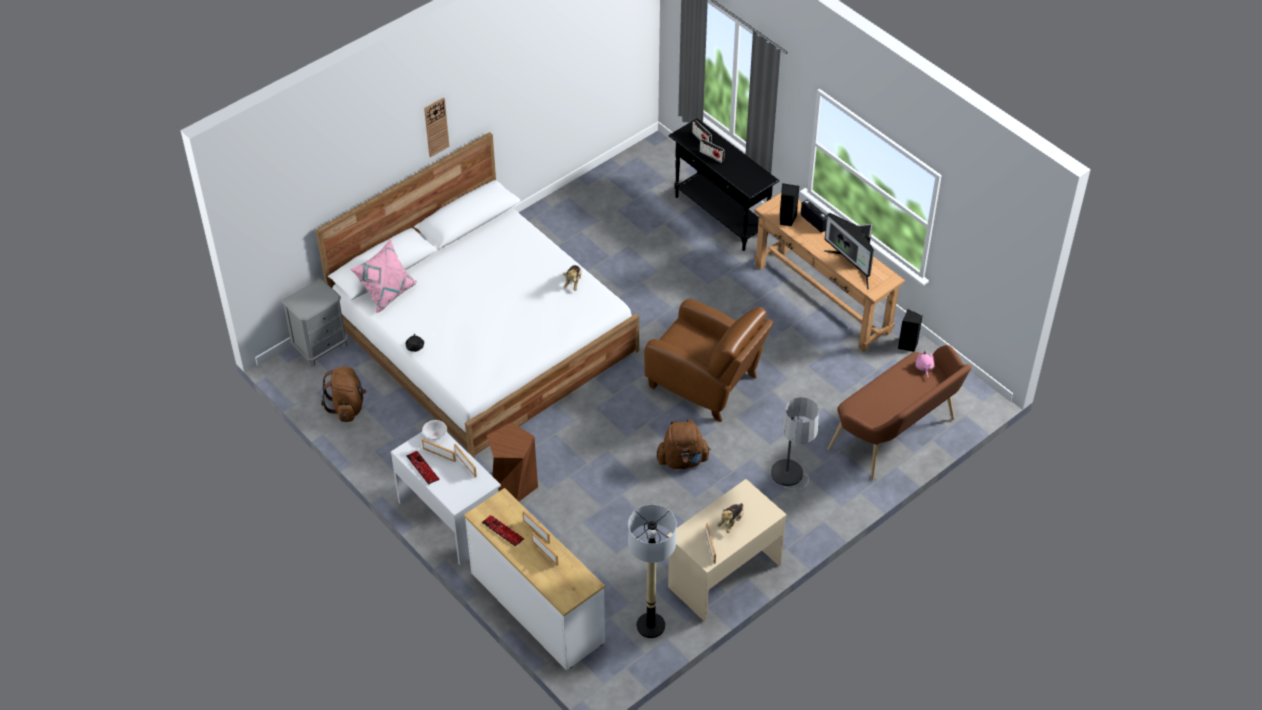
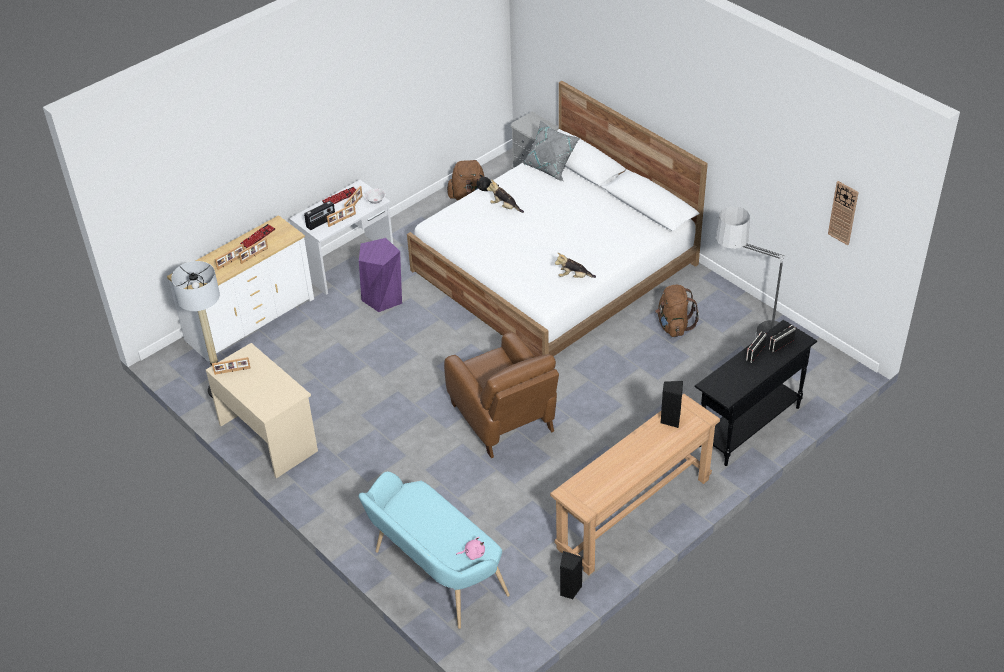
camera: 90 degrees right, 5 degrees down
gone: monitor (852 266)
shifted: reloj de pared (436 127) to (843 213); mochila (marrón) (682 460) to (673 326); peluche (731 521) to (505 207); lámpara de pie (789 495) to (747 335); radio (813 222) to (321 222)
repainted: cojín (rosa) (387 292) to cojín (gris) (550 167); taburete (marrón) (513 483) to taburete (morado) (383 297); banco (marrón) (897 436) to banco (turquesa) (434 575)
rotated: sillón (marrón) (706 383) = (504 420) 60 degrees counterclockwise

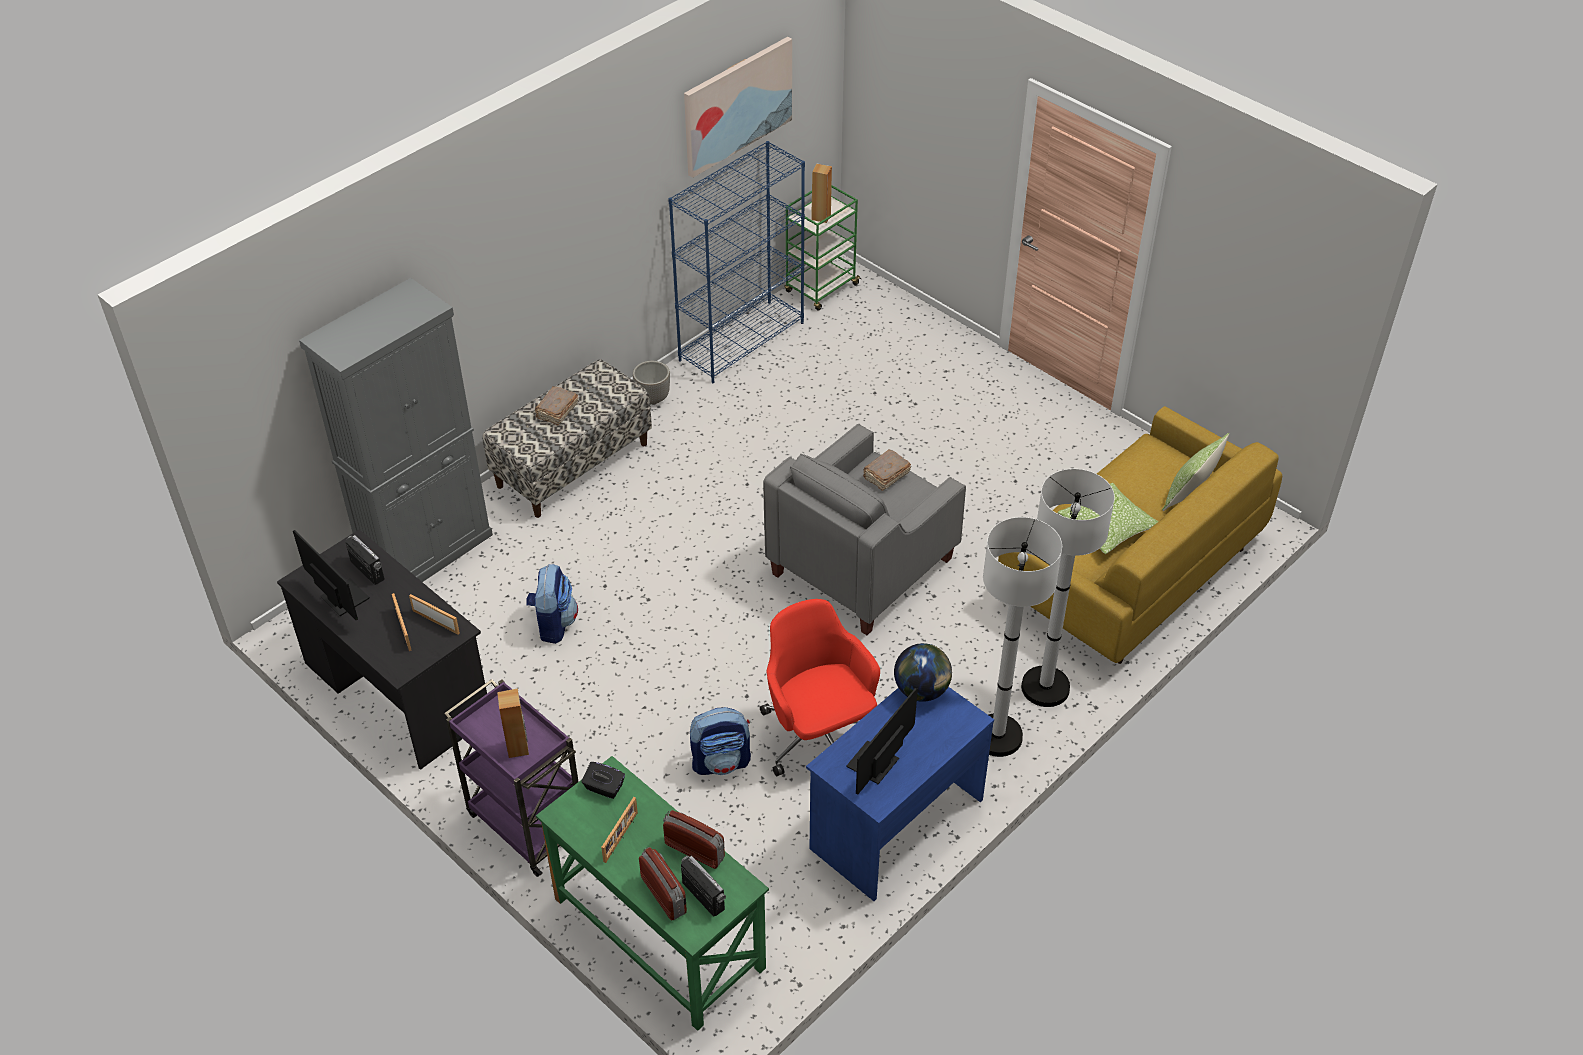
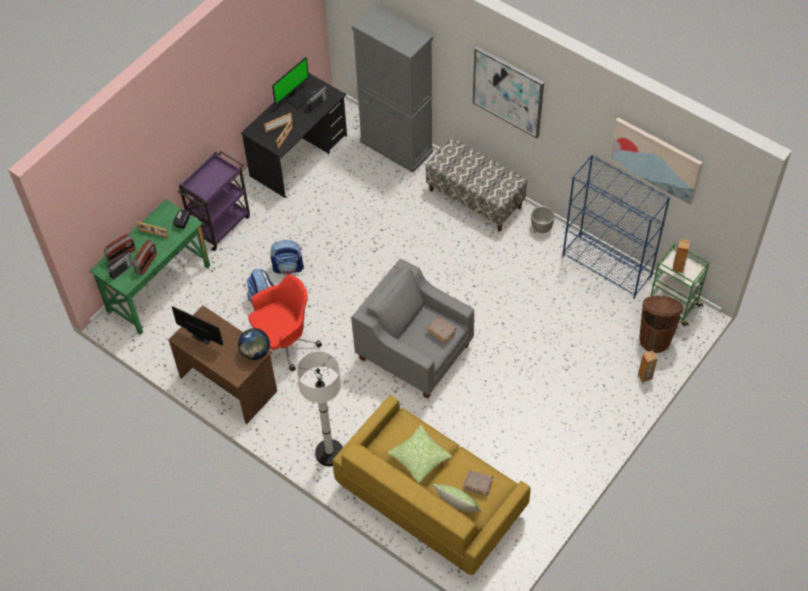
camera: 85 degrees right, 10 degrees up
gone: lámpara de pie (blanco) (997 736)
new: cuadro (508 91); papelera (marrón) (654 338)
shifted: altavoz (marrón) (518 747) to (645 377); mochila (553 623) to (288 267); libro (marrón) (557 411) to (477 485)
repainted: escritorio (azul) (894 823) to escritorio (marrón) (229 383)

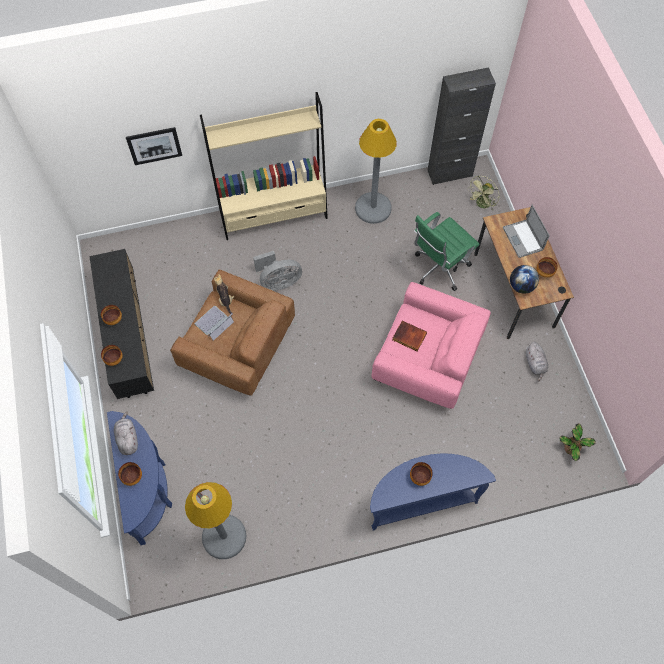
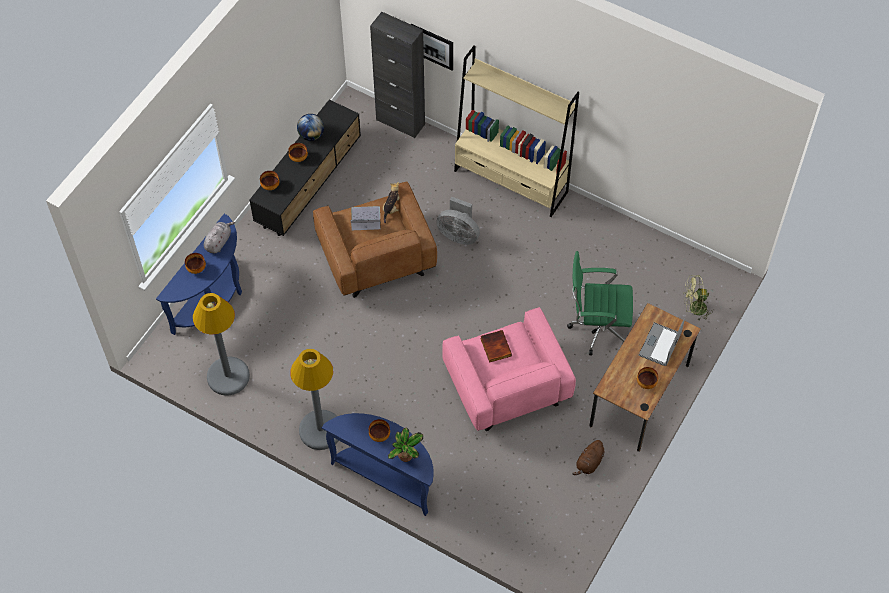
camera: 45 degrees right, 5 degrees down
shifted: lámpara de pie (gris) (373 208) to (320 430); armario (negro) (450 173) to (400 122); globo terráqueo (521 286) to (311 135); planta en maceta (571 449) to (406 457)
repainted: peluche (gris) (535 364) to peluche (marrón) (589 463)

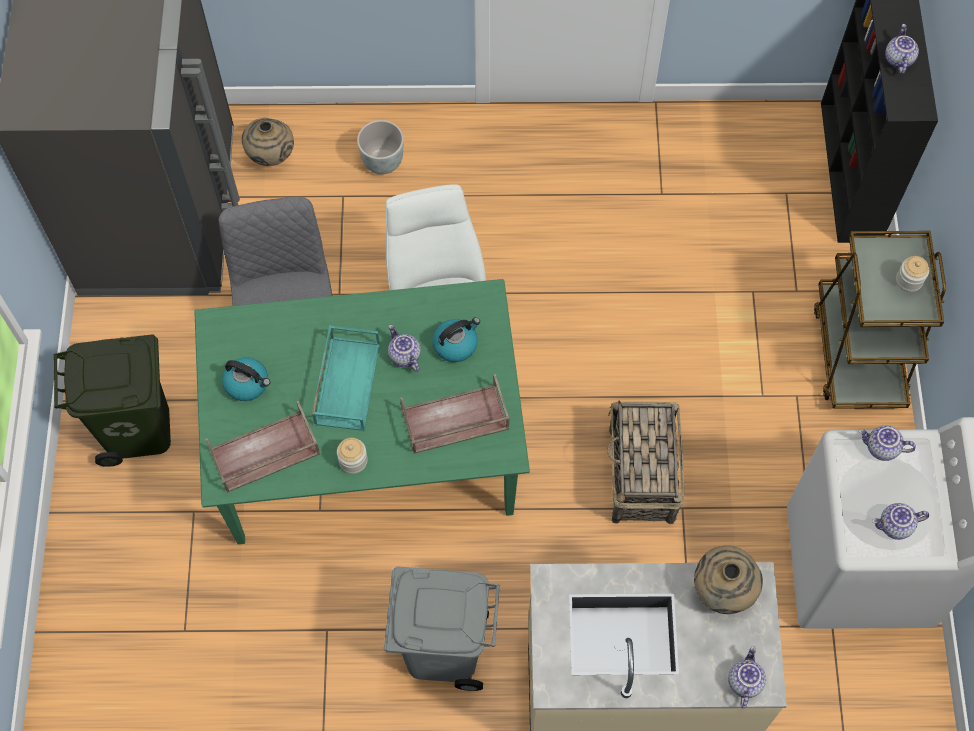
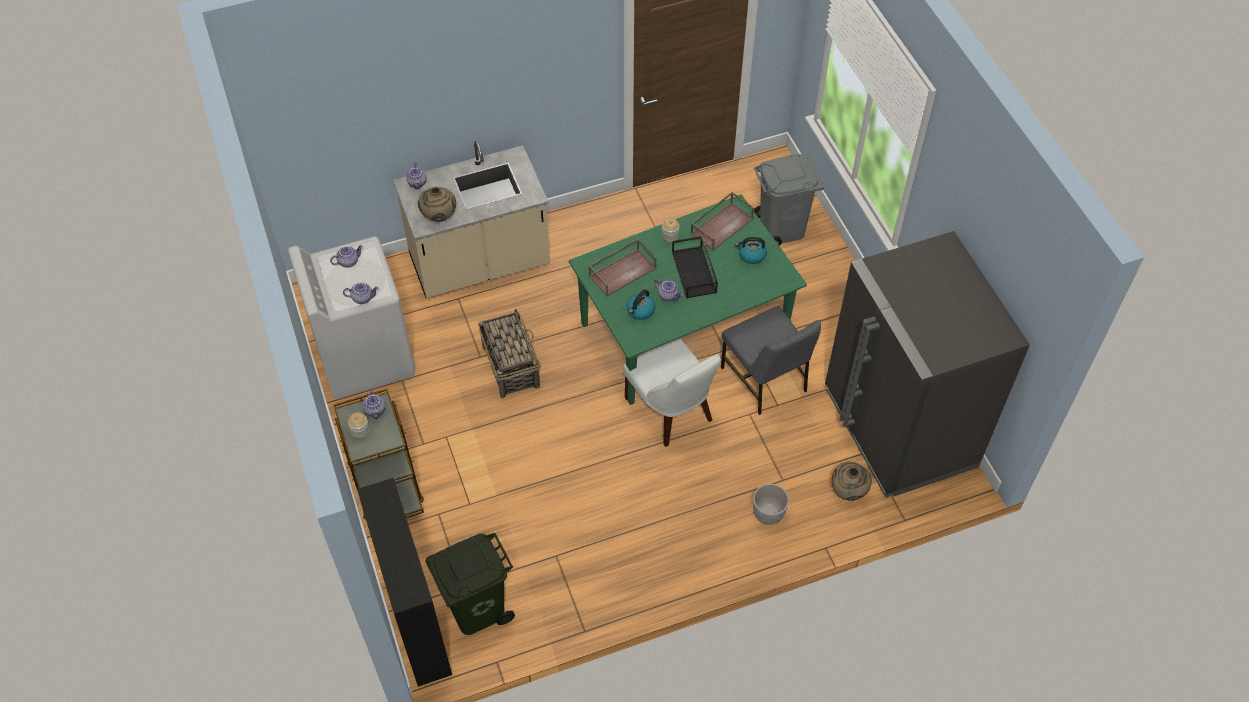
camera: 160 degrees right, 10 degrees down
shifted: papelera (verde) (138 430) to (476 608); papelera (gris) (443 648) to (782 229); tetera (898 59) to (376 410)
repainted: bandeja (turquesa) (346 382) to bandeja (negro) (695 272)

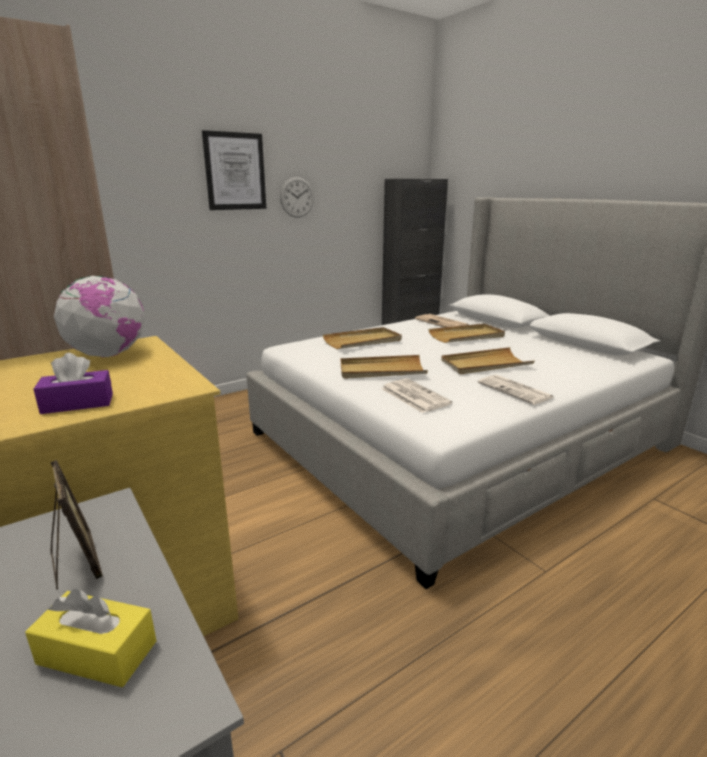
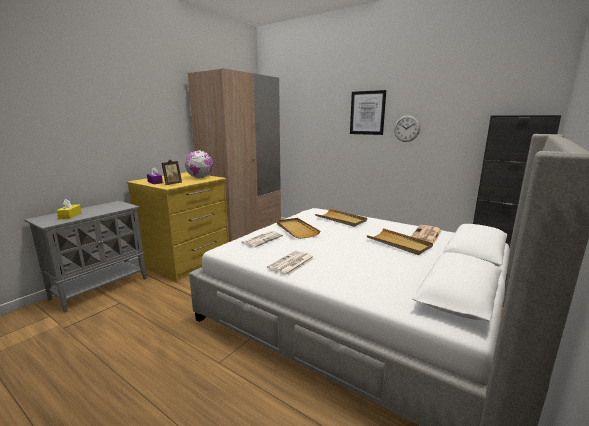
camera: 70 degrees right, 5 degrees down
gone: bandeja (beis) (485 364)
shifted: portarretratos (76 565) to (172 184)

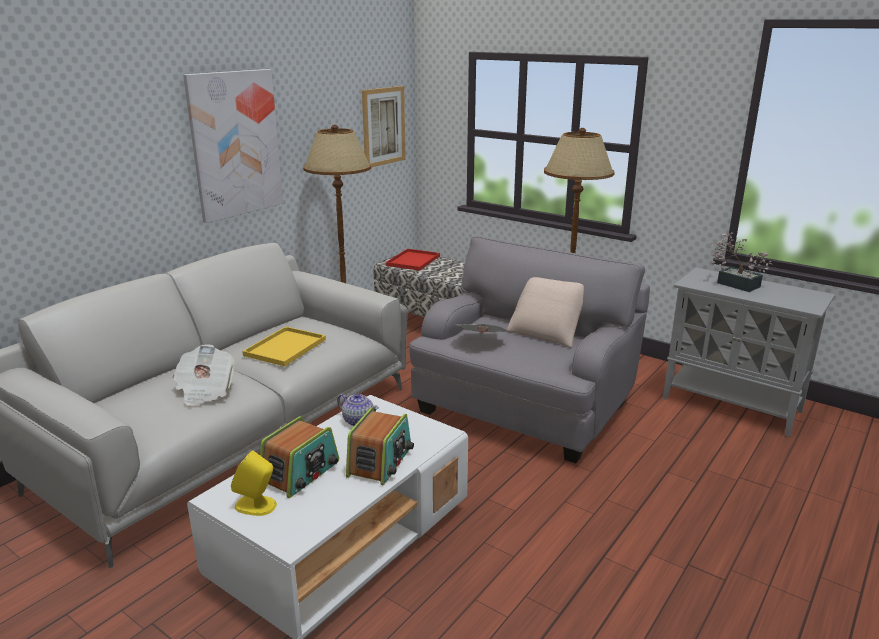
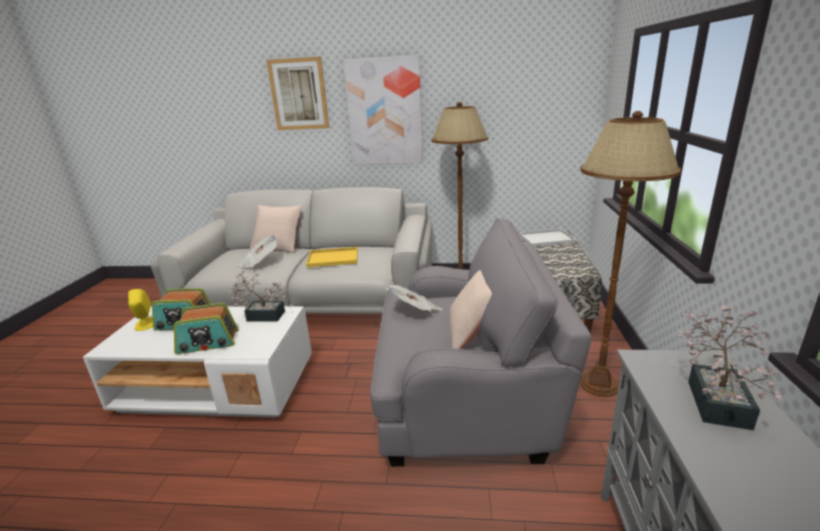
camera: 60 degrees right, 0 degrees up
new: cojín (beis) (278 247)
shifted: cuadro (383 126) to (298 94)
swapped: tetera (358 420) to planta en maceta (262 315)
repainted: bandeja (rojo) (413 260) to bandeja (blanco) (547 238)

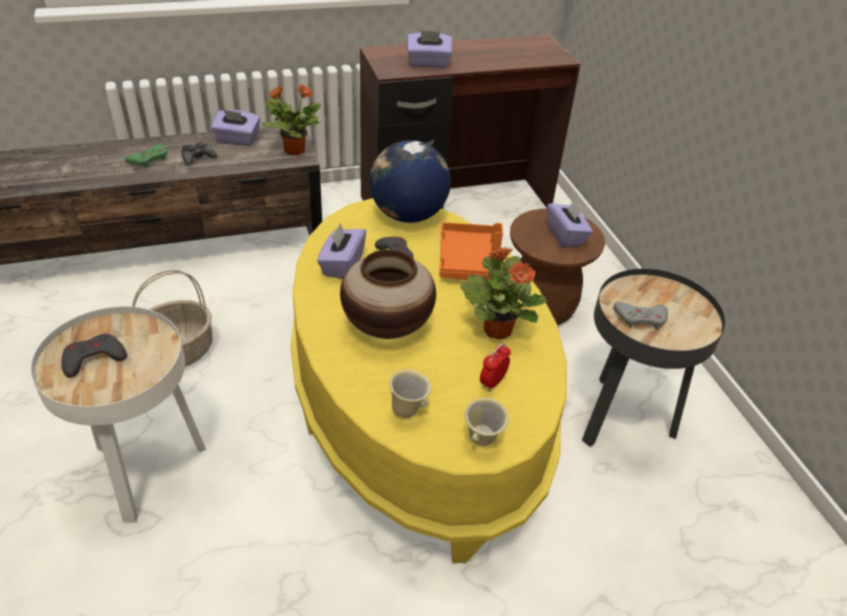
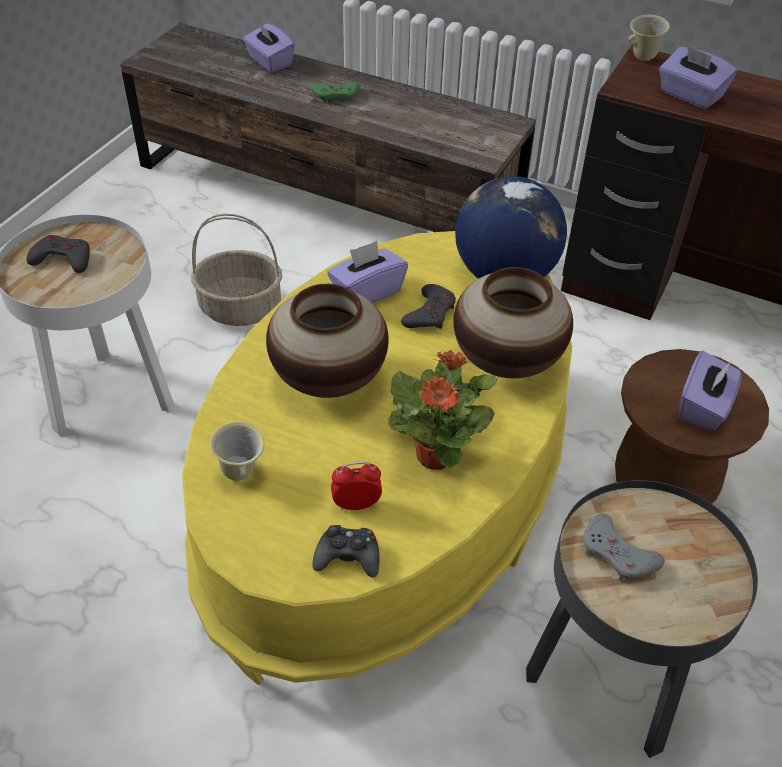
camera: 45 degrees right, 5 degrees up
gone: planta en maceta (293 150)
shifted: mando de consola (negro) (198 158) to (348 556); caja de pañuelos (morado) (237 139) to (269 62); taza grande (beis) (482 442) to (642 59)
swapped: bandeja (naranja) (469 260) to florero (506 362)

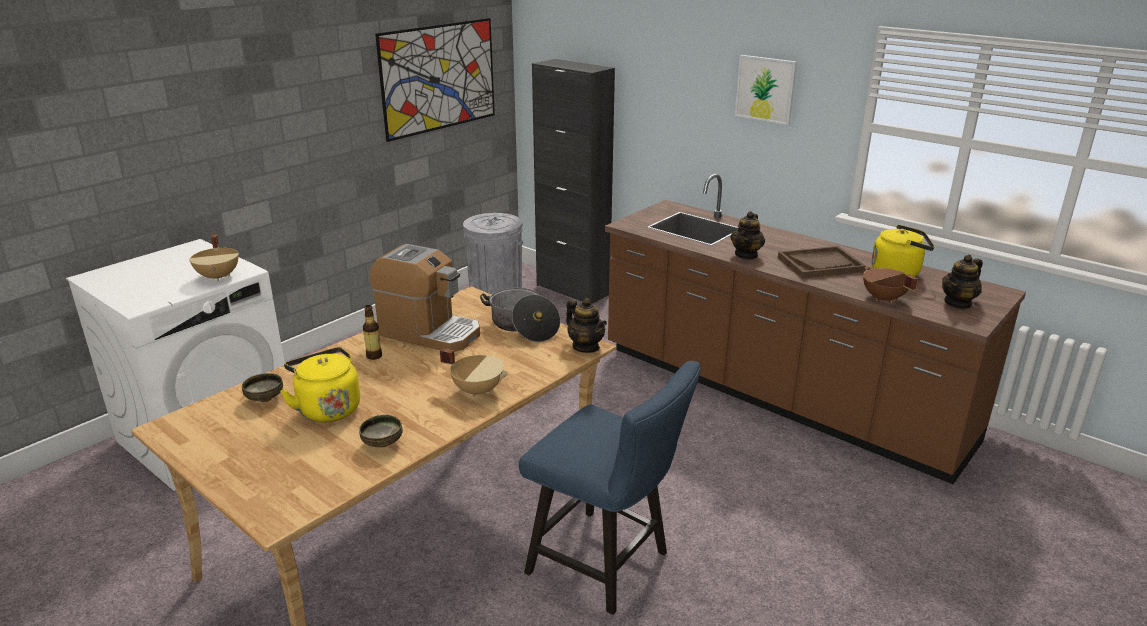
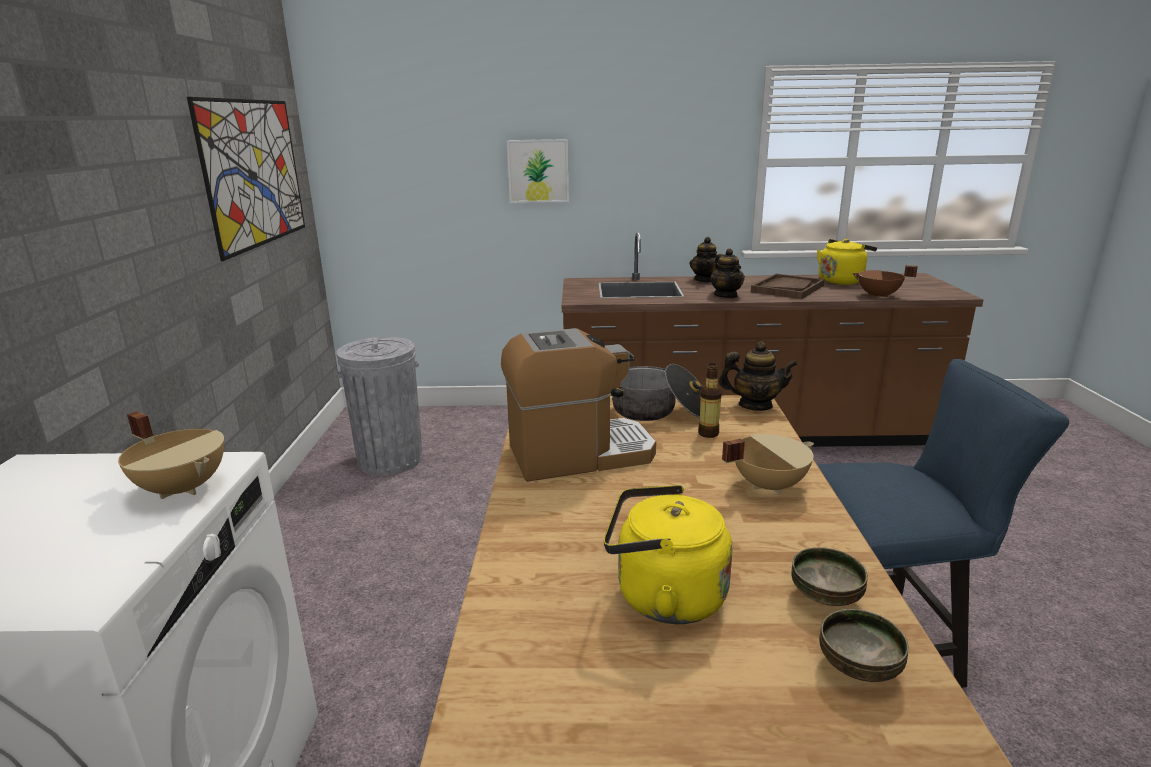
camera: 40 degrees left, 5 degrees down
gone: armario (negro) (572 290)
shifted: cuenco (264 399) to (859 668); botella (374 356) to (708 433); cuadro (765 89) to (538 171); tetera (958 303) to (705 280)

